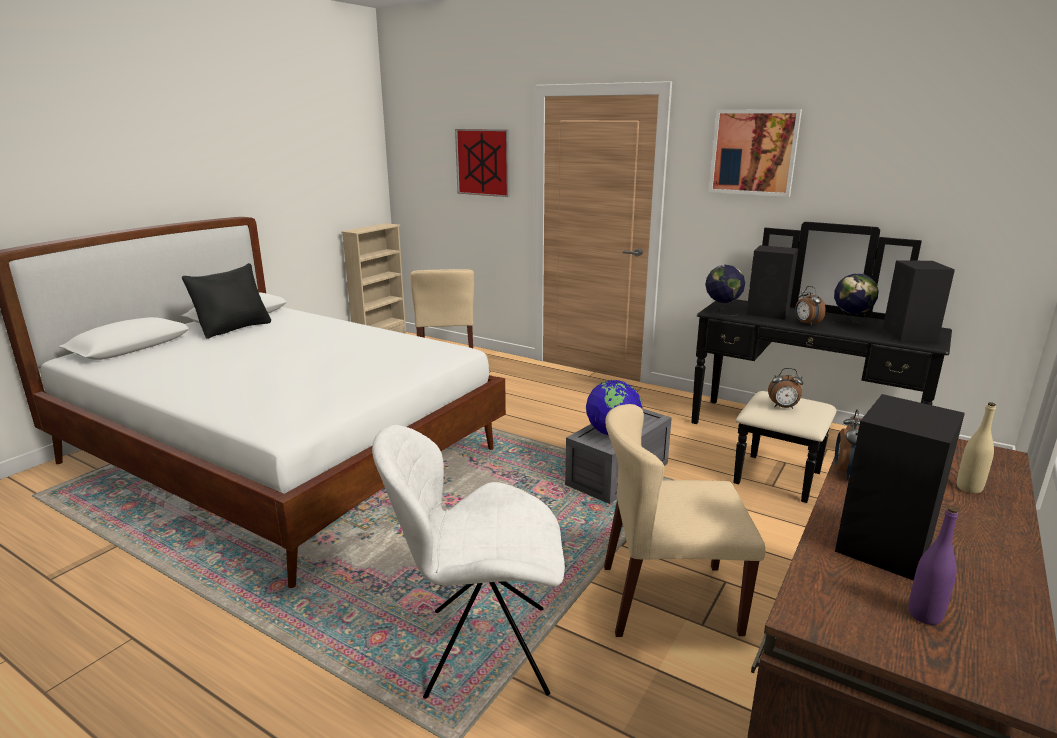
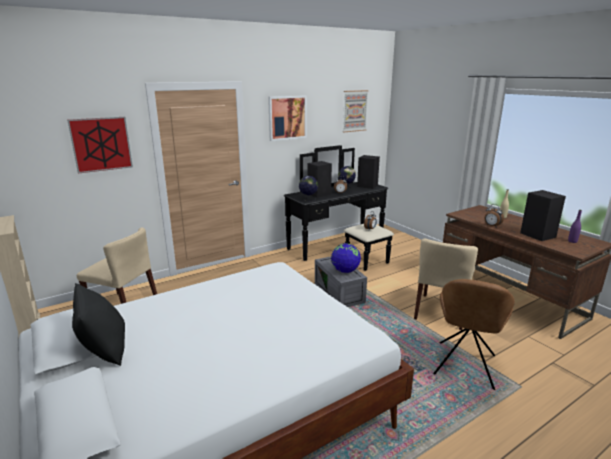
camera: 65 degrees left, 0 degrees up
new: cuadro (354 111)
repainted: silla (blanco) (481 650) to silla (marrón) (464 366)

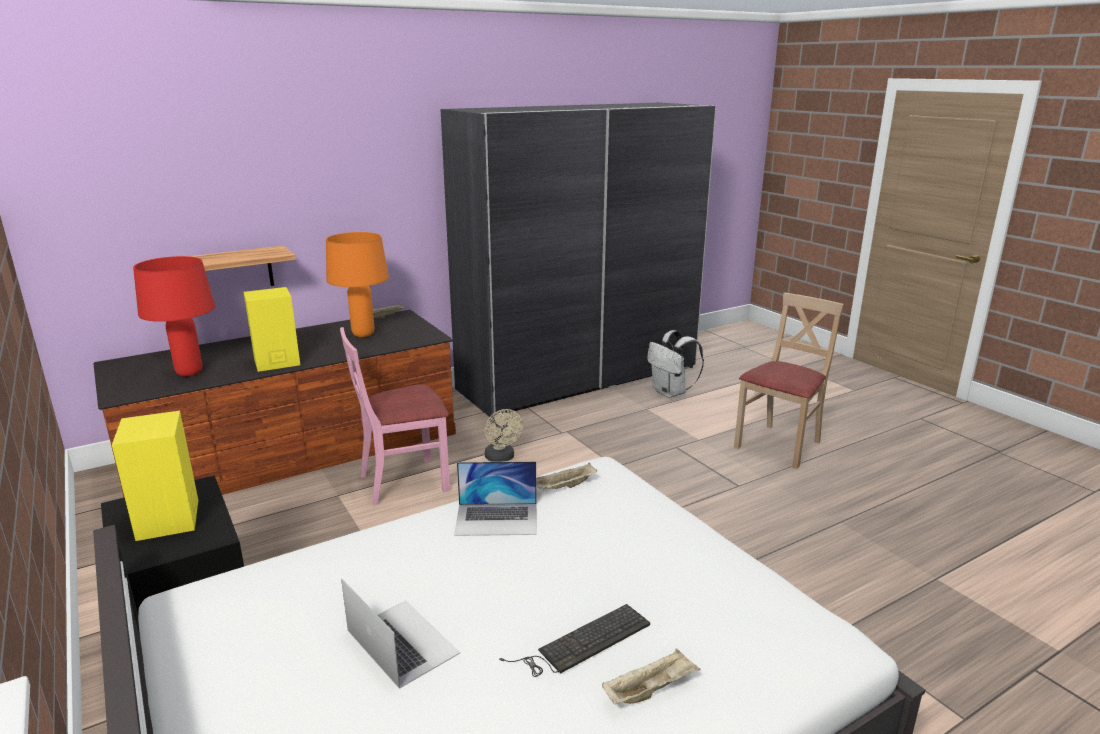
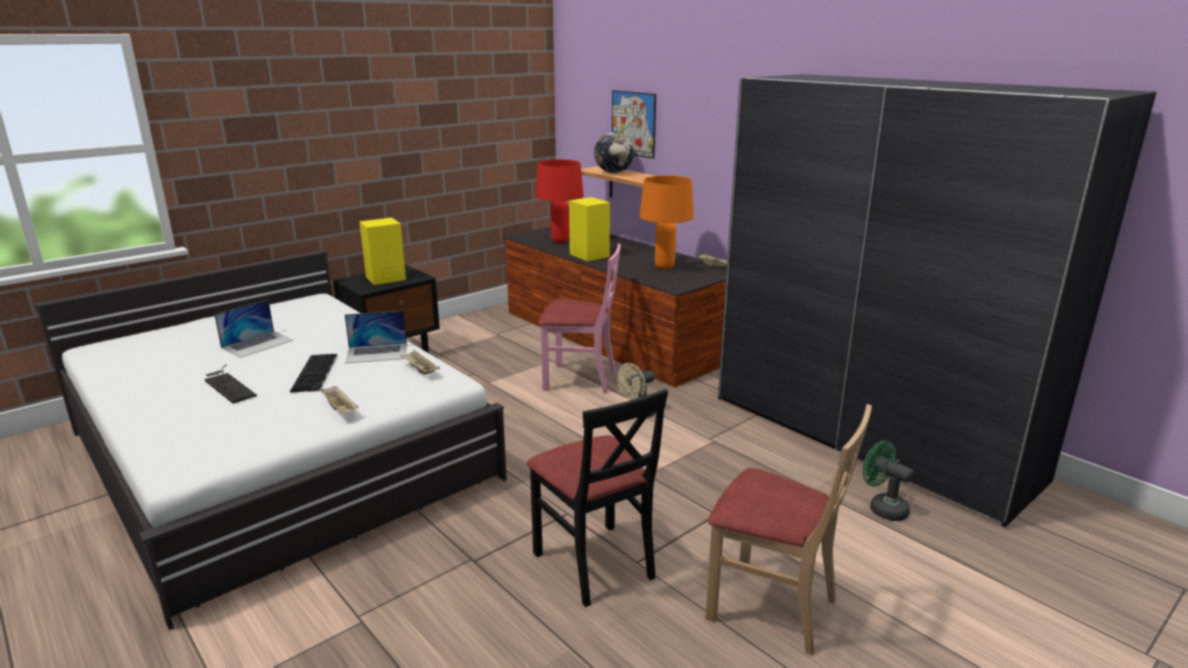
camera: 80 degrees right, 0 degrees up
new: teclado (316 373); silla (negro) (595 563); globo terráqueo (613 172); cuadro (633 124)
shifted: bandeja (beis) (650 690) to (341 410)
swapped: mochila (blanco) (671 393) to ventilador (verde) (882 508)
rotated: silla (rosa) (404 481) = (580 379) 135 degrees clockwise; portátil (497 519) = (377 353) 90 degrees counterclockwise

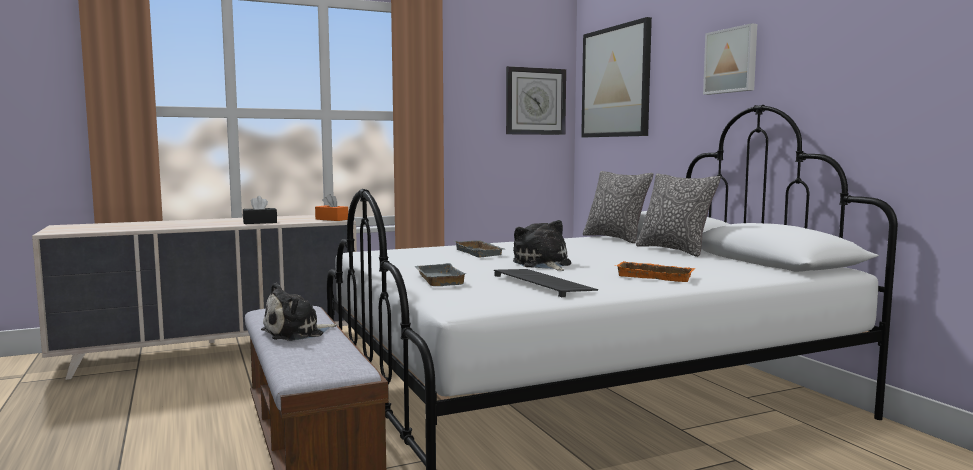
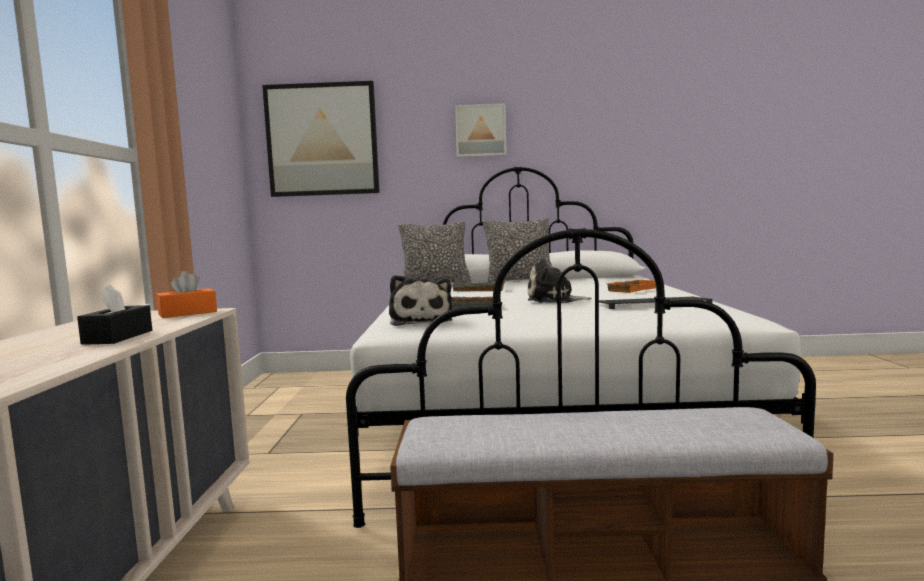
camera: 65 degrees left, 0 degrees up
gone: reloj de pared (535 101)
shifted: peluche (297 333) to (420 321); bandeja (gris) (437 279) to (477 290)

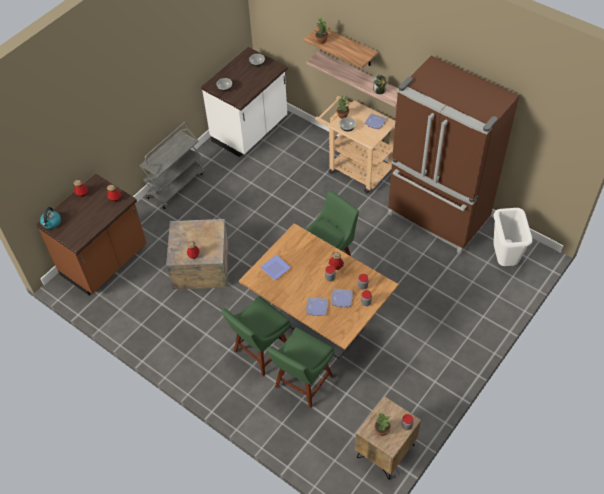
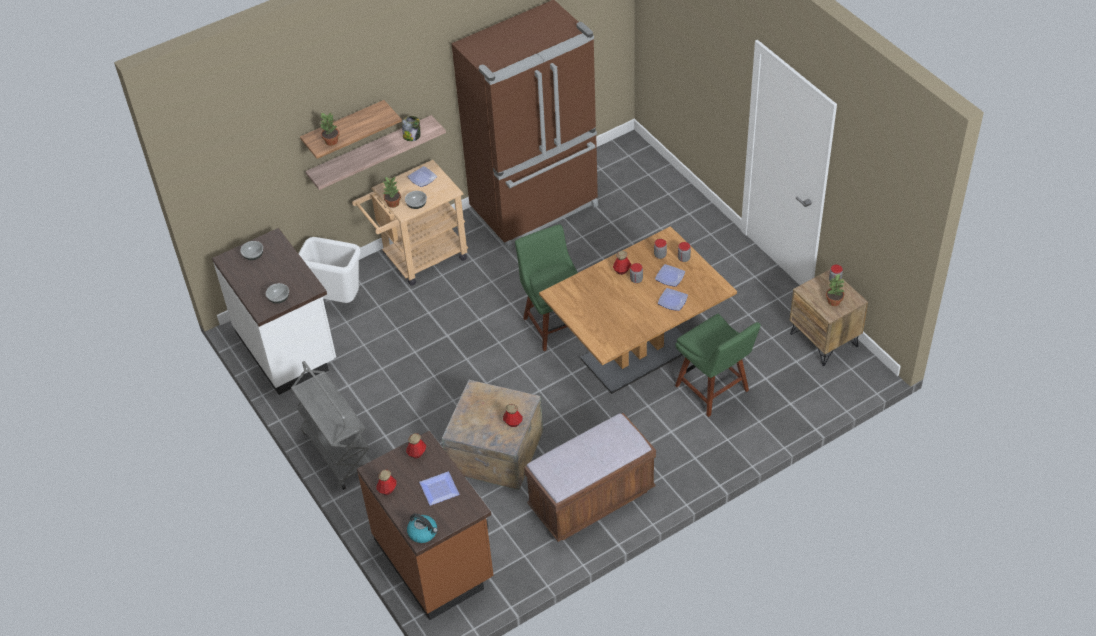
camera: 70 degrees left, 5 degrees down
gone: silla (verde) (260 352)
new: banco (marrón) (591 499)
shifted: plato (275 267) to (438 489); papelera (blanco) (504 259) to (338 300)

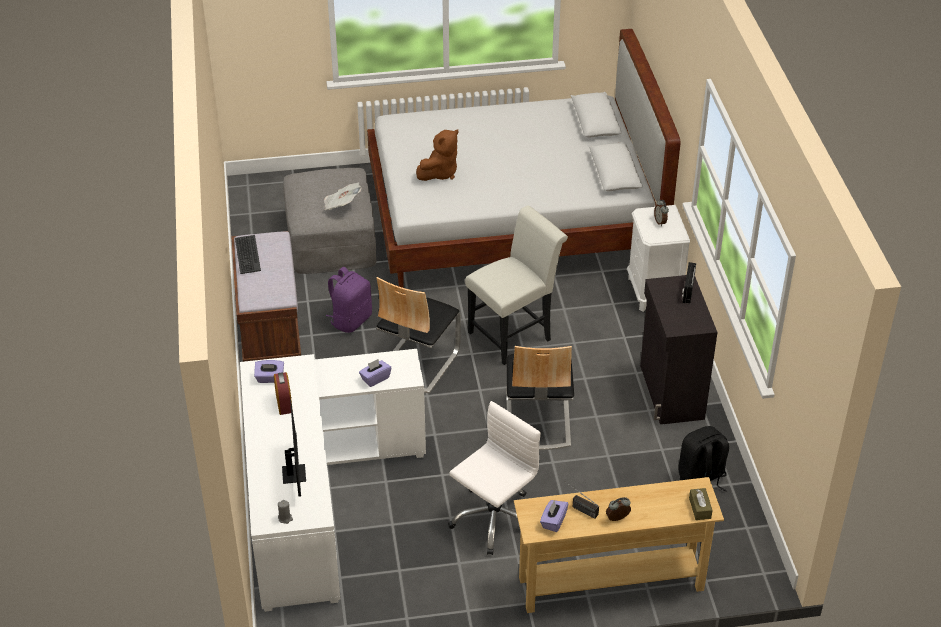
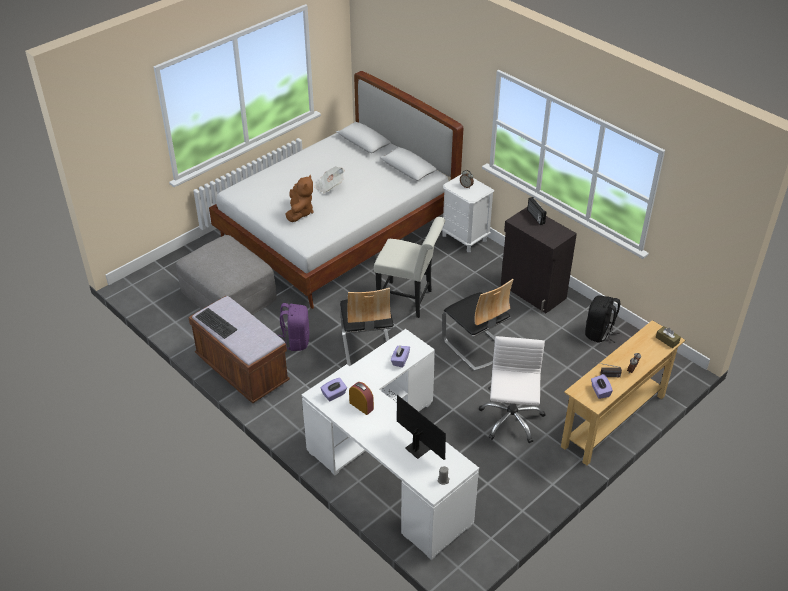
camera: 35 degrees left, 0 degrees up
shifted: periódico (341 205) to (329 186)
rotated: silla (blanco) (514 334) = (409 300) 90 degrees clockwise

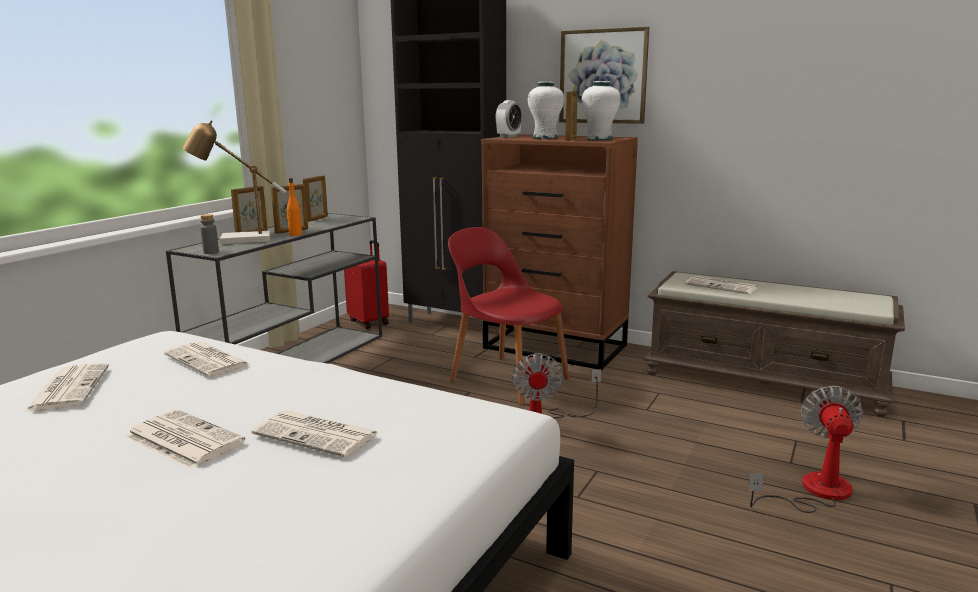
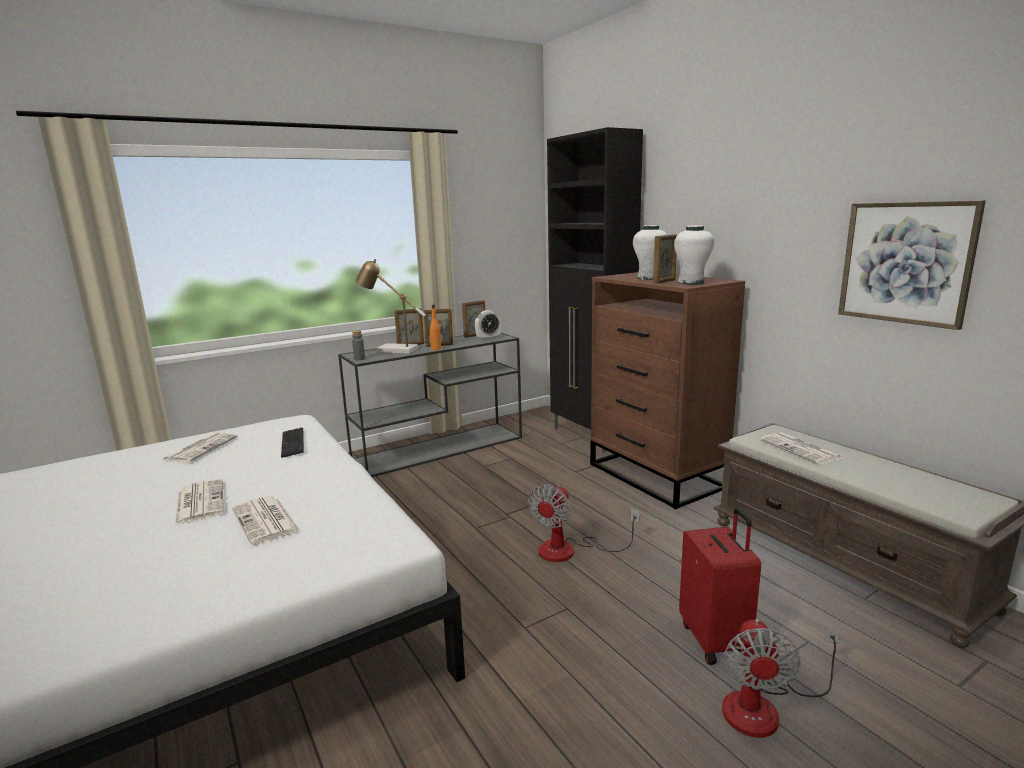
camera: 30 degrees right, 0 degrees up
gone: silla (rojo) (507 378)
shifted: maleta (rojo) (369 322) to (715 640); despertador (508 137) to (488 338); cuadro (603 76) to (906 263)
swapped: periódico (208 360) to teclado (293 443)
rotated: ventilador (813 492) = (765 707) 150 degrees clockwise

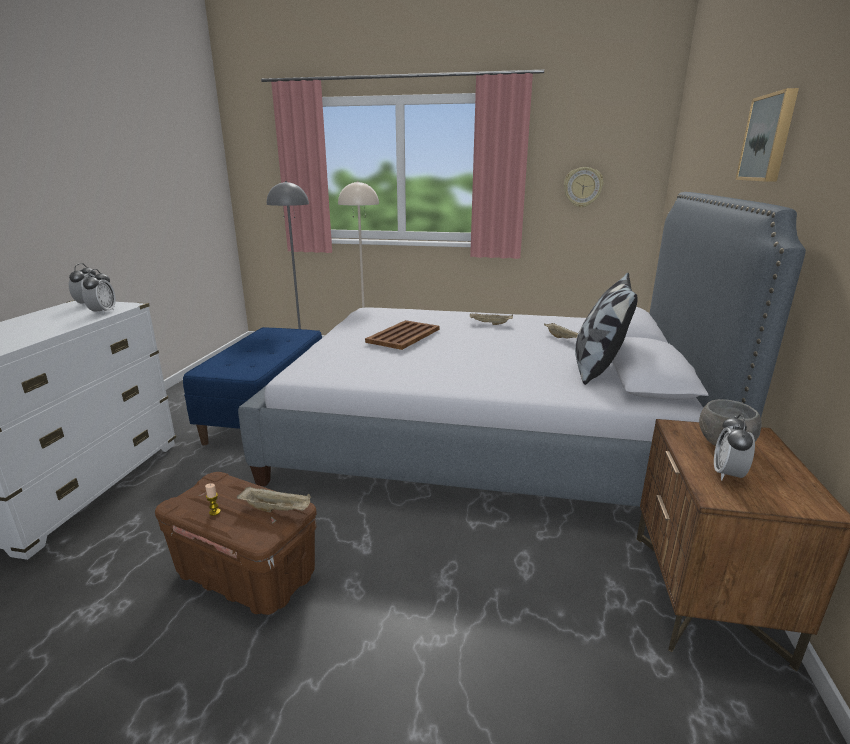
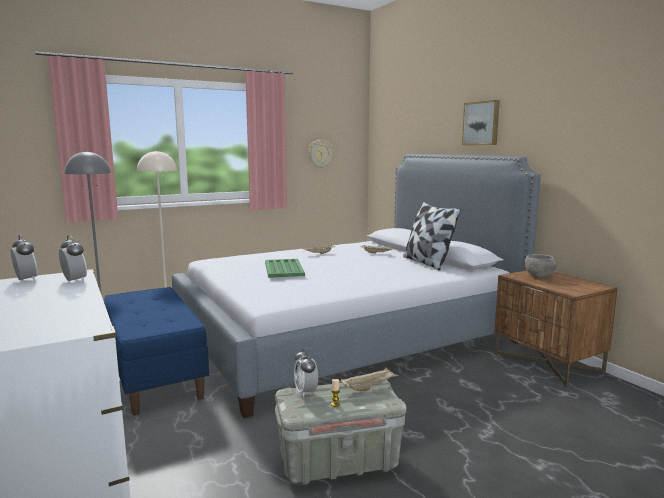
camera: 40 degrees left, 10 degrees down
shifted: despertador (727 474) to (306 392)
repainted: caja de almacenaje (marrón) (245 575) to caja de almacenaje (gris) (338 462); bandeja (marrón) (404 335) to bandeja (verde) (284 269)

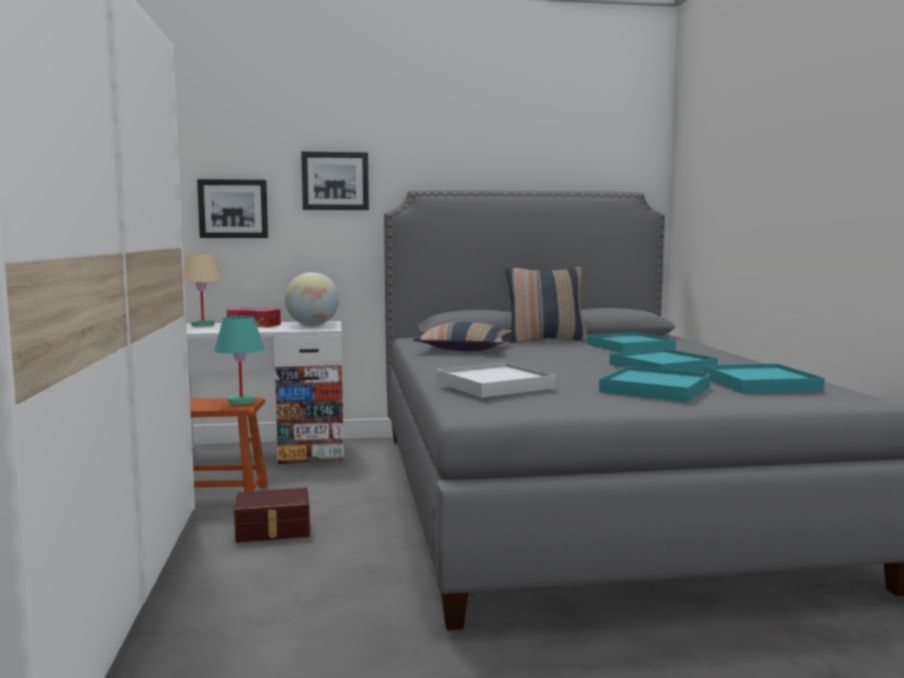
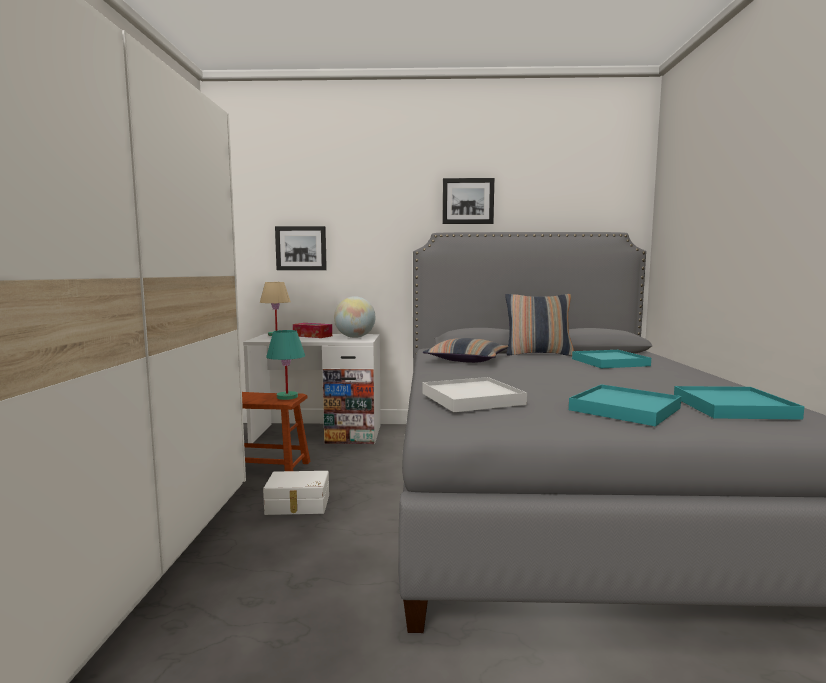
camera: 10 degrees right, 0 degrees up
gone: bandeja (turquesa) (662 367)
shifted: cuadro (335 181) to (468 201)
repainted: caja de almacenaje (marrón) (273 530) to caja de almacenaje (blanco) (297 505)

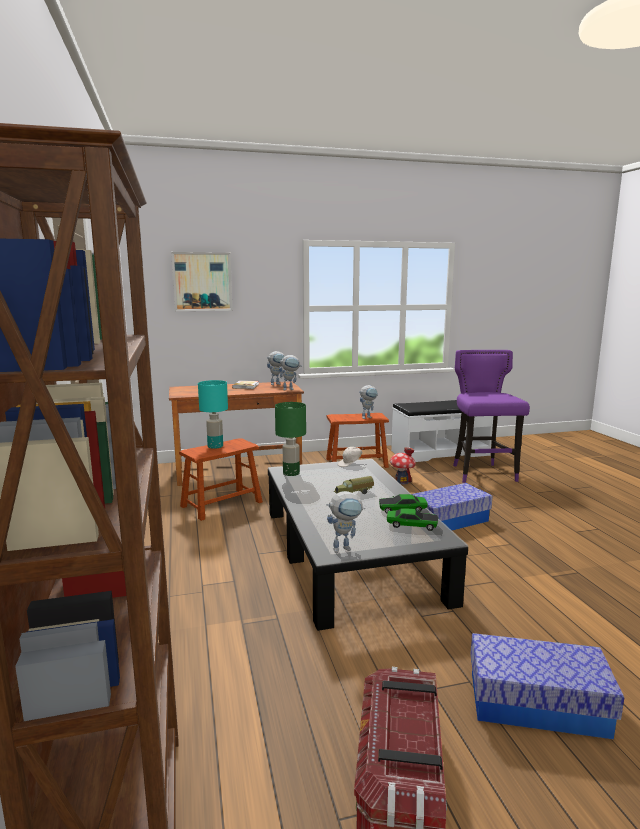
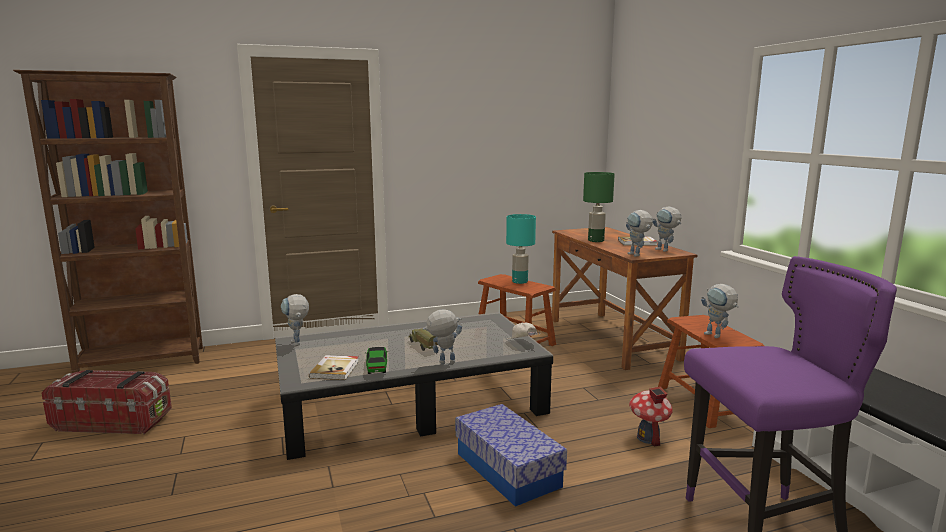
camera: 85 degrees right, 0 degrees up
gone: cuadro (202 281); caja de almacenaje (537 704)
new: robot de juguete (442 363)
shifted: lámpara de mesa (verde) (291 473) to (596 241)
swapped: coche de juguete (412 525) to libro (335 369)

